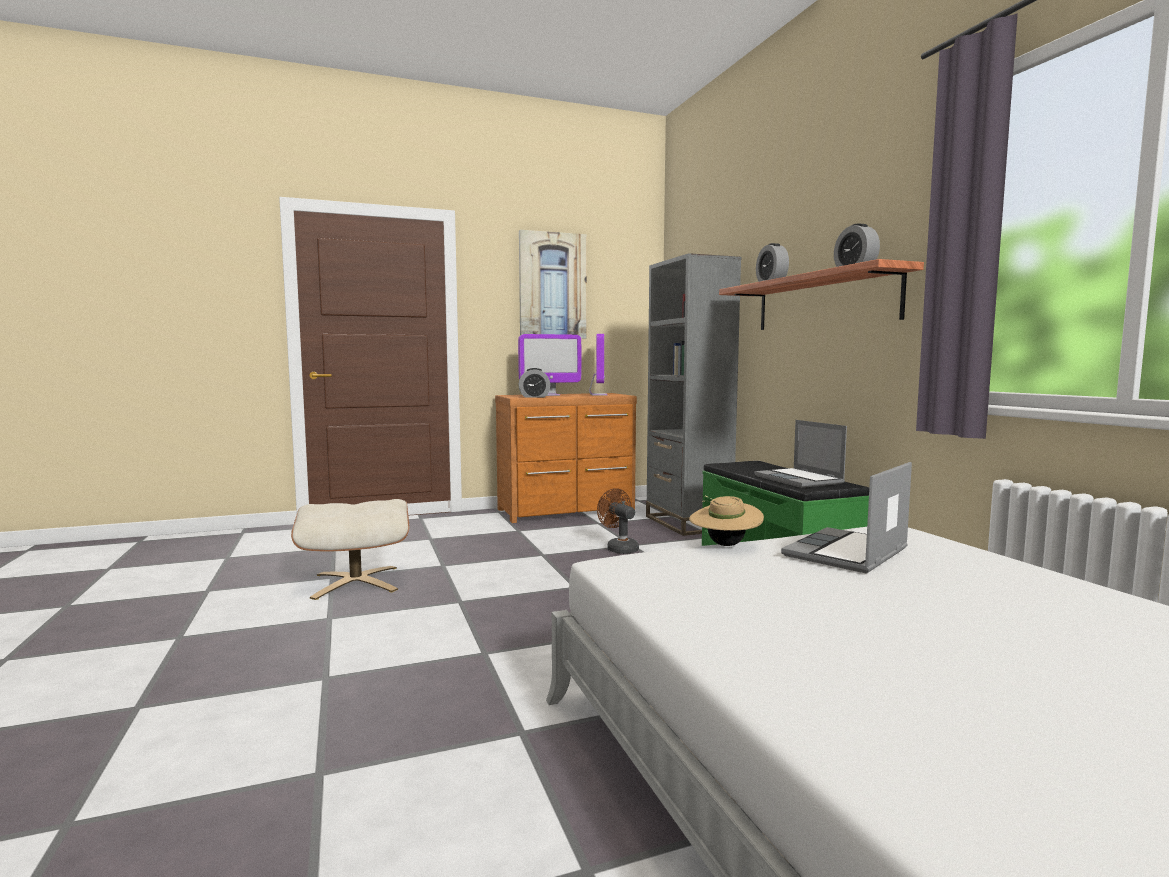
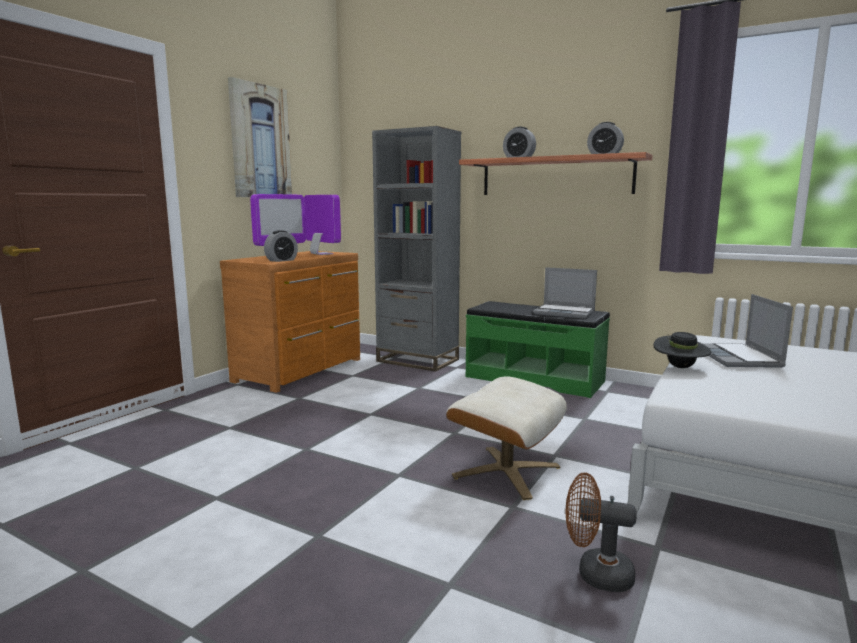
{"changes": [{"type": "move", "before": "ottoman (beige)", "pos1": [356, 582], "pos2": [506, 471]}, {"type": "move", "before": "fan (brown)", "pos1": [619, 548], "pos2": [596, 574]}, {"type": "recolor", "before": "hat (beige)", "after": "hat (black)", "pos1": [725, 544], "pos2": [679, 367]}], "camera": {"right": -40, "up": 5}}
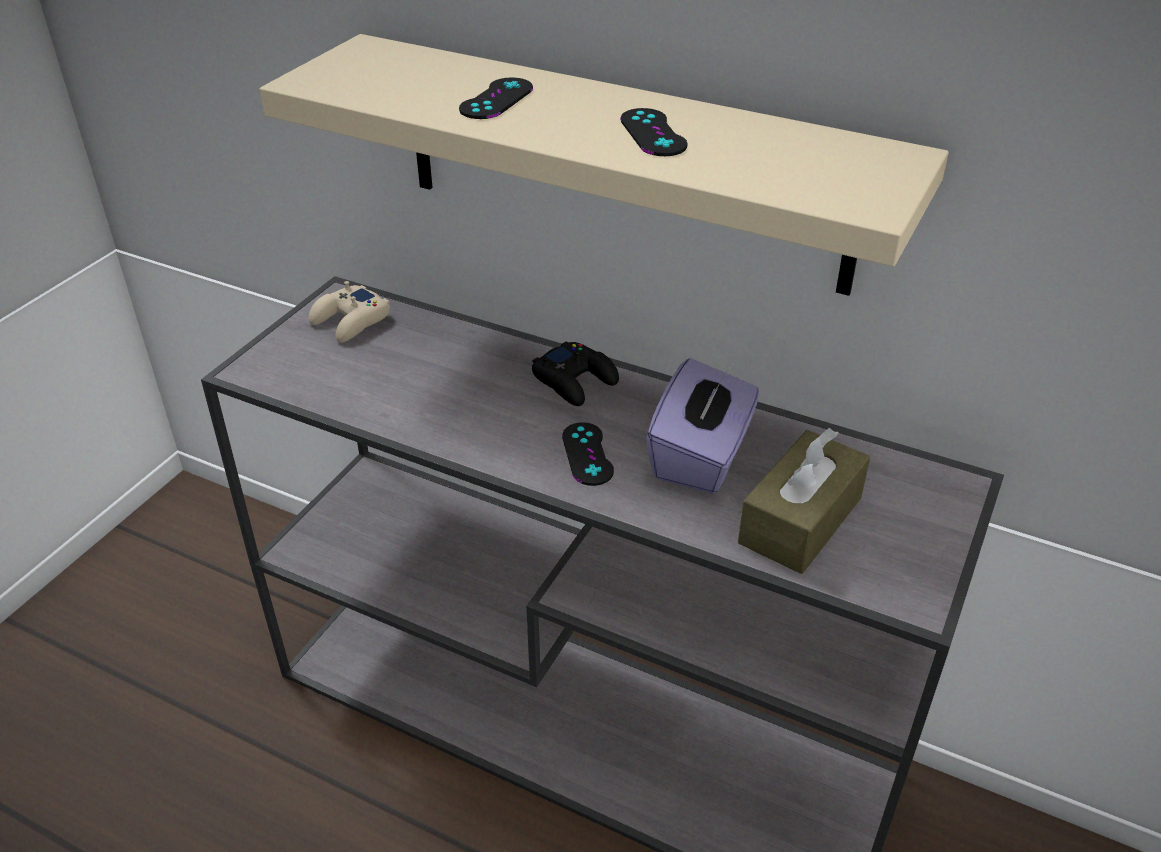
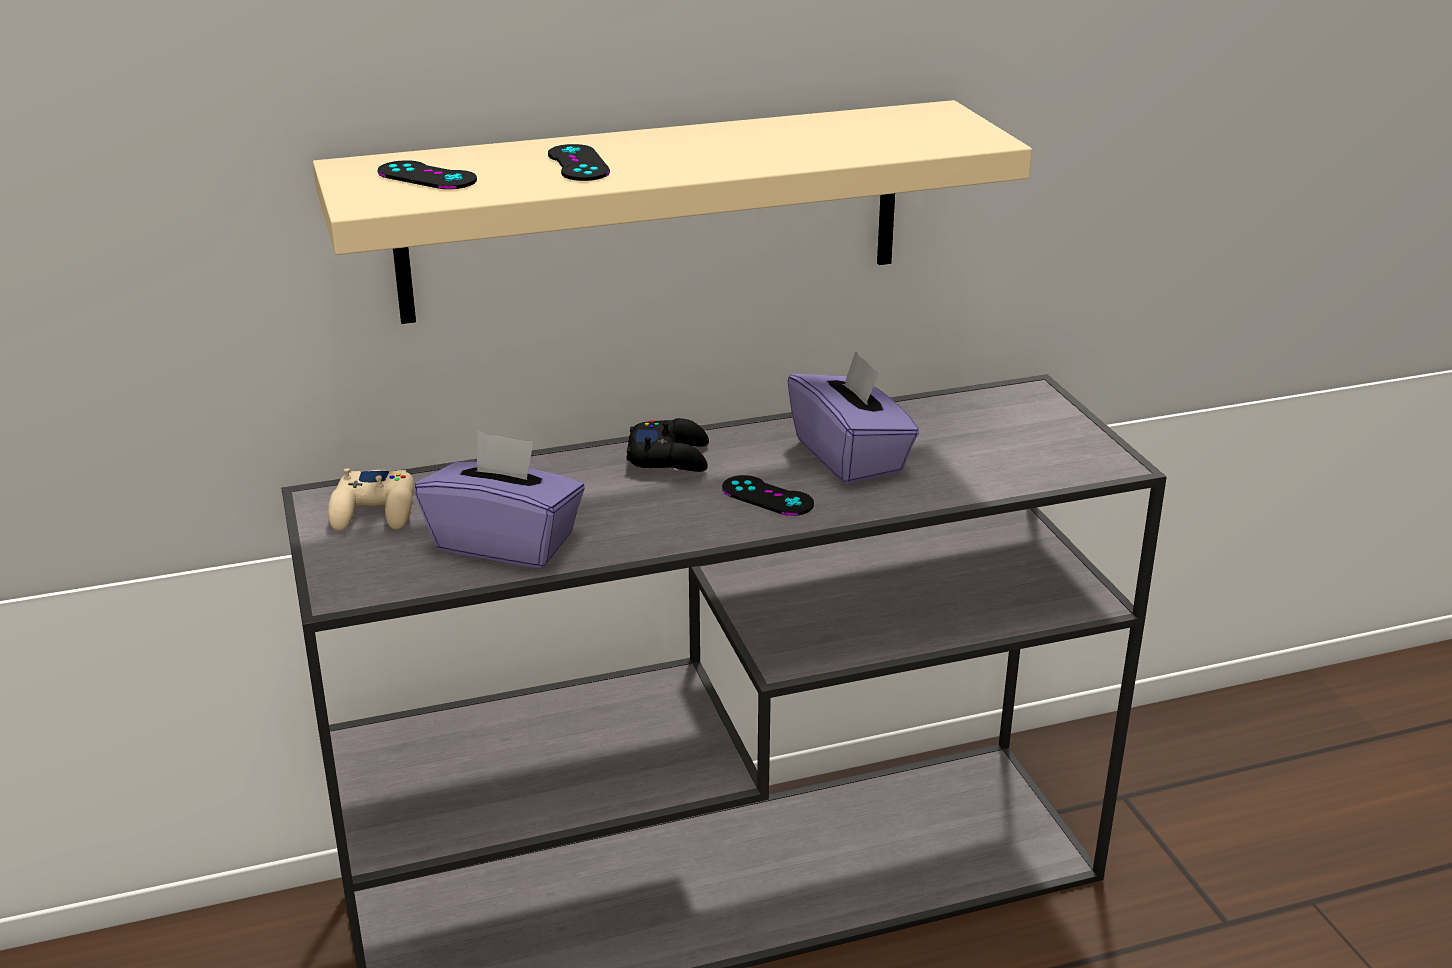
{"changes": [{"type": "move", "before": "game controller (black)", "pos1": [653, 133], "pos2": [427, 176]}, {"type": "delete", "before": "tissue box (brown)", "pos1": [800, 520]}, {"type": "insert", "after": "tissue box (purple)", "pos2": [505, 543]}], "camera": {"right": -45, "up": -10}}
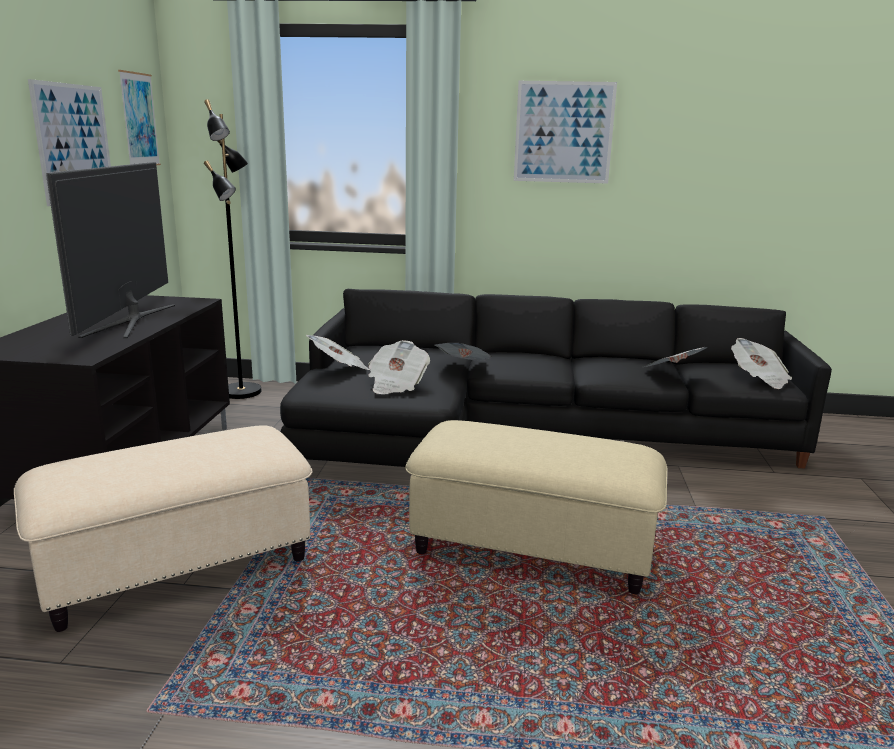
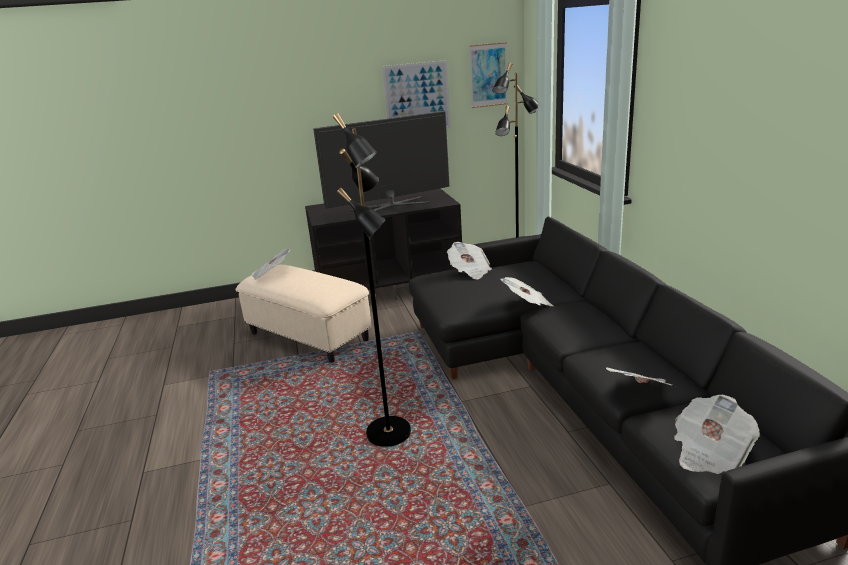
{"changes": [{"type": "move", "before": "newspaper", "pos1": [396, 384], "pos2": [271, 274]}, {"type": "replace", "before": "ottoman (beige)", "after": "floor lamp (black)", "pos1": [530, 549], "pos2": [390, 433]}, {"type": "delete", "before": "picture", "pos1": [563, 132]}], "camera": {"right": 70, "up": 5}}
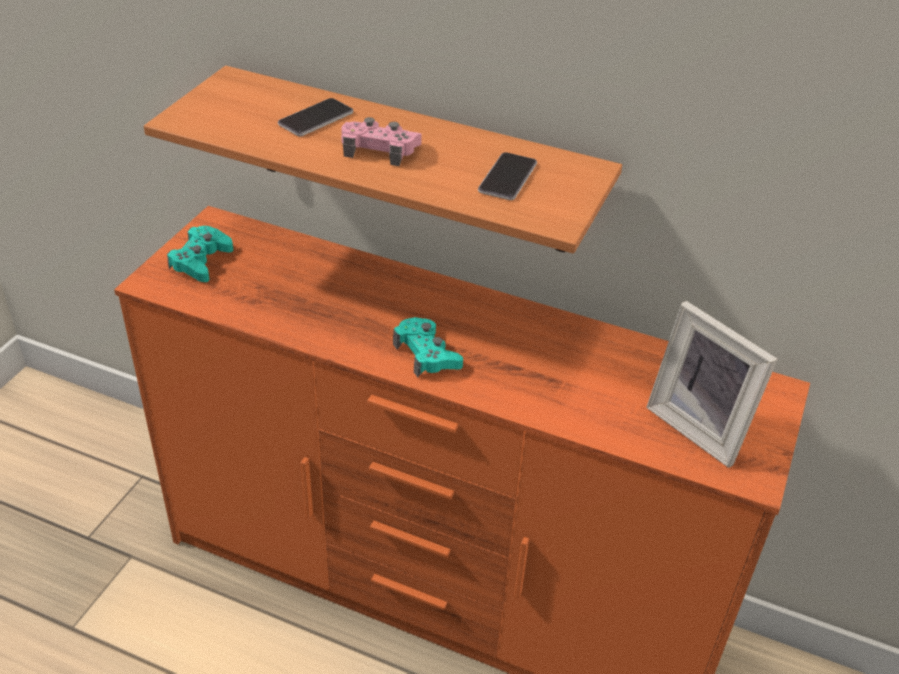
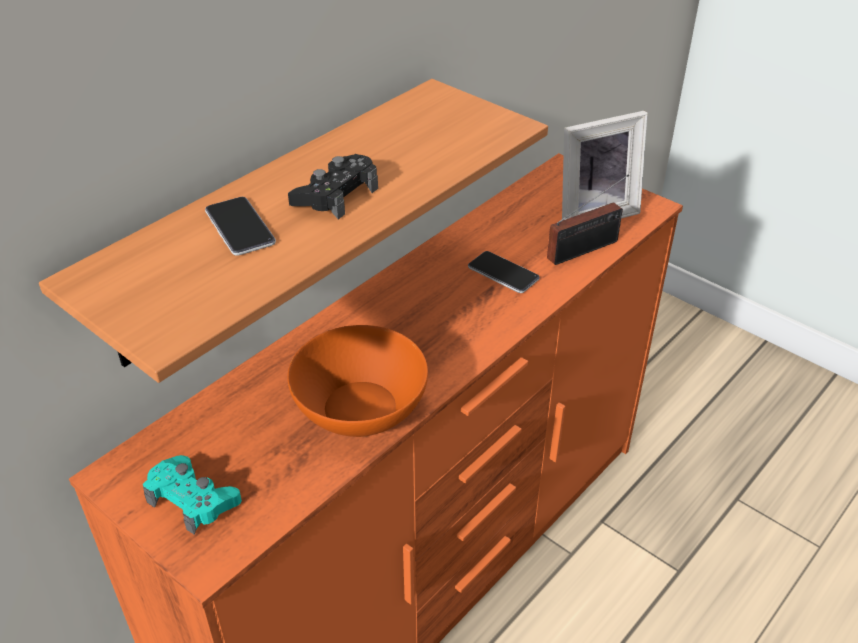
{"changes": [{"type": "recolor", "before": "game controller (pink)", "after": "game controller (black)", "pos1": [380, 149], "pos2": [335, 195]}, {"type": "delete", "before": "game controller (turquoise)", "pos1": [427, 354]}, {"type": "move", "before": "phone", "pos1": [507, 178], "pos2": [503, 273]}, {"type": "insert", "after": "bowl (orange)", "pos2": [360, 408]}, {"type": "insert", "after": "radio", "pos2": [586, 249]}], "camera": {"right": -70, "up": 0}}
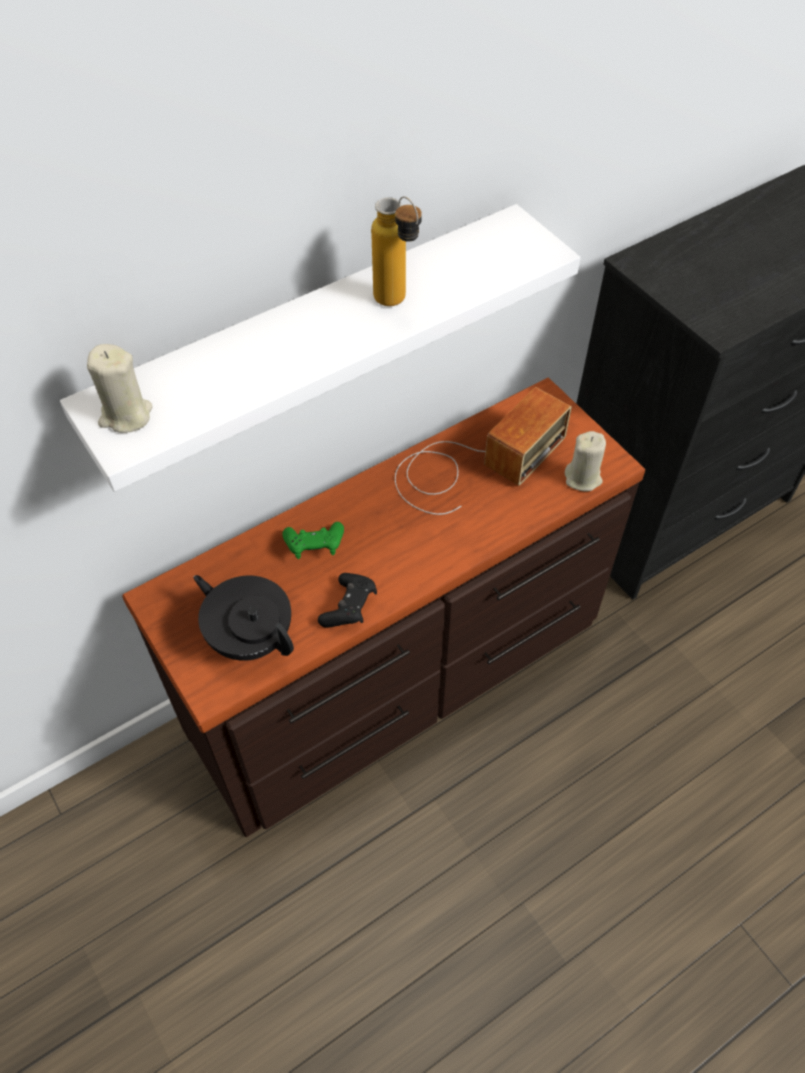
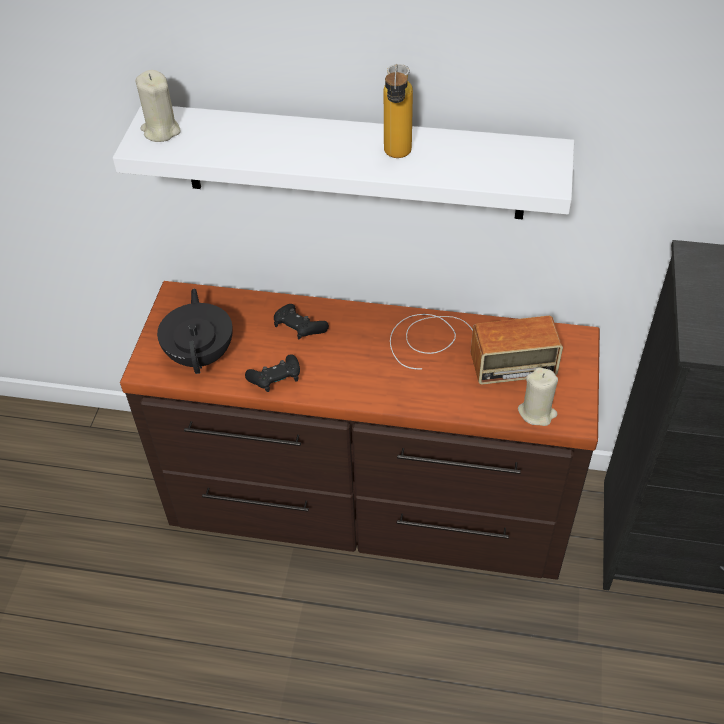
{"changes": [{"type": "recolor", "before": "game controller (green)", "after": "game controller (black)", "pos1": [315, 547], "pos2": [299, 329]}], "camera": {"right": 45, "up": -5}}
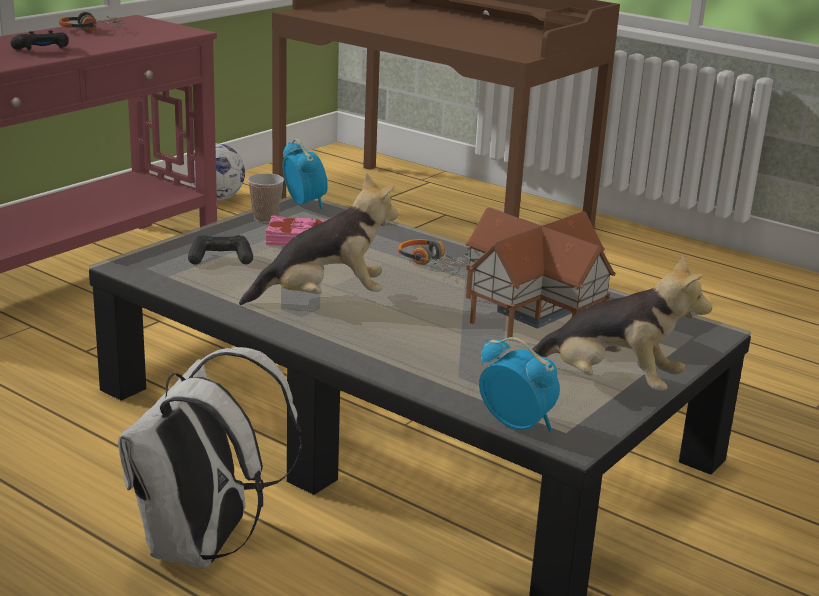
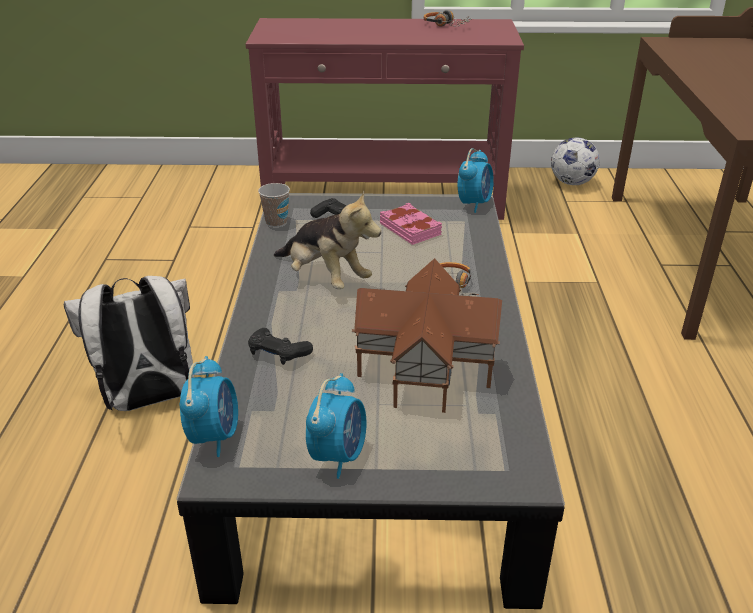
{"changes": [{"type": "move", "before": "game controller (black)", "pos1": [42, 50], "pos2": [278, 353]}, {"type": "move", "before": "cup", "pos1": [266, 218], "pos2": [276, 222]}, {"type": "replace", "before": "plush toy", "after": "alarm clock", "pos1": [609, 383], "pos2": [338, 455]}], "camera": {"right": 55, "up": 10}}
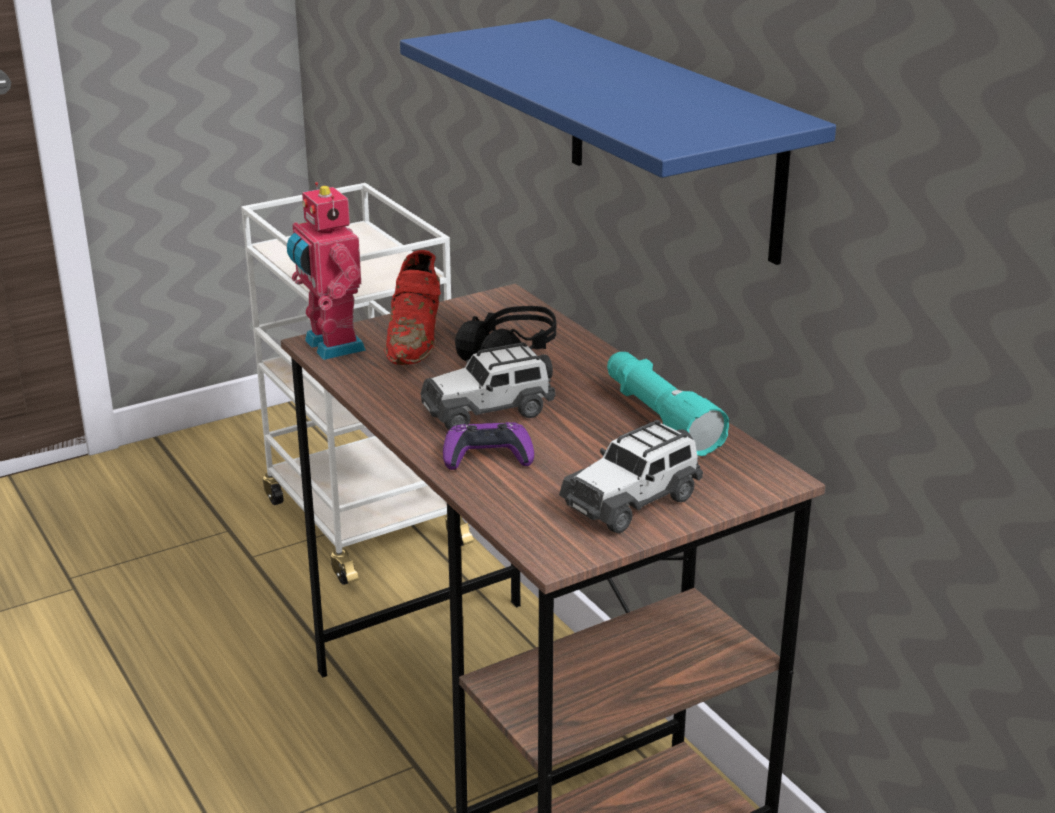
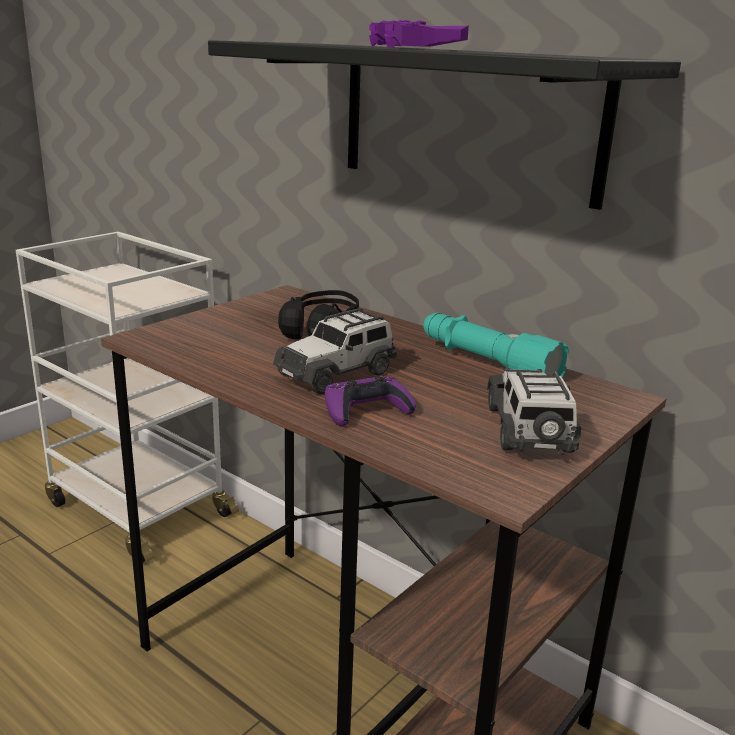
{"changes": [{"type": "delete", "before": "toy robot", "pos1": [330, 346]}, {"type": "delete", "before": "shoe (red)", "pos1": [416, 339]}, {"type": "recolor", "before": "shelf (blue)", "after": "shelf (black)", "pos1": [672, 138], "pos2": [467, 120]}, {"type": "rotate", "before": "toy car", "pos1": [632, 501], "pos2": [529, 431], "turn": 150}, {"type": "insert", "after": "game controller (purple)", "pos2": [413, 47]}], "camera": {"right": -20, "up": -5}}
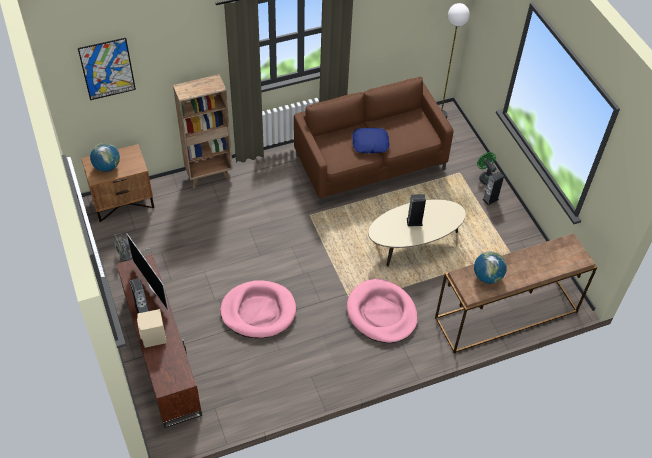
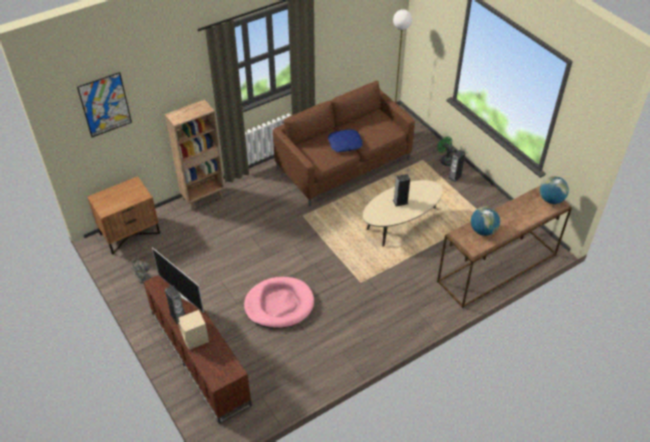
{"changes": [{"type": "move", "before": "globe", "pos1": [107, 167], "pos2": [551, 200]}, {"type": "delete", "before": "dog bed (pink)", "pos1": [381, 313]}], "camera": {"right": -10, "up": -5}}
